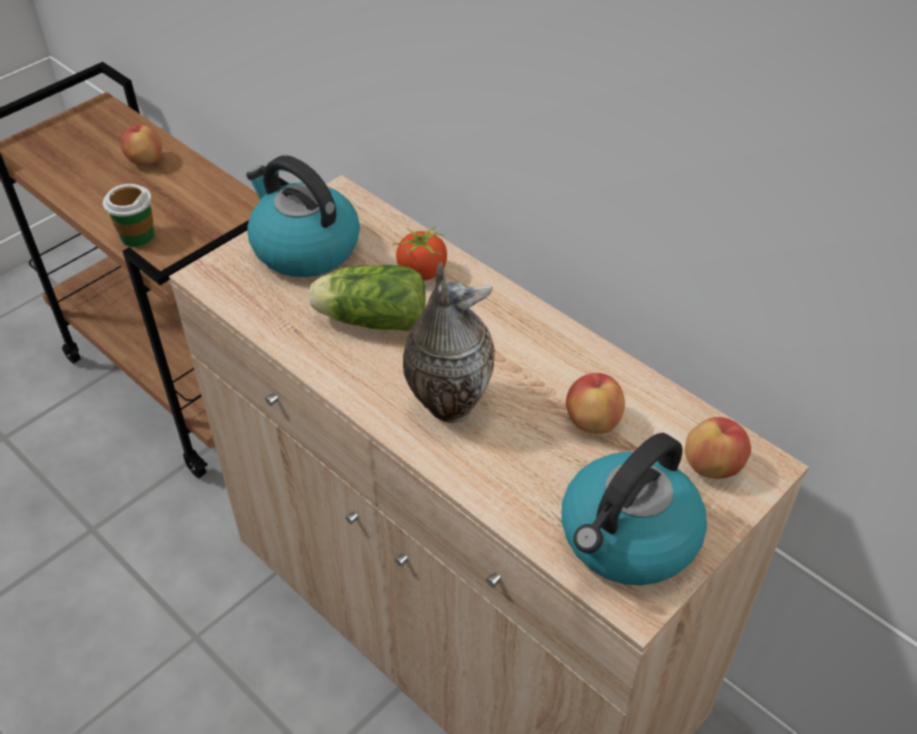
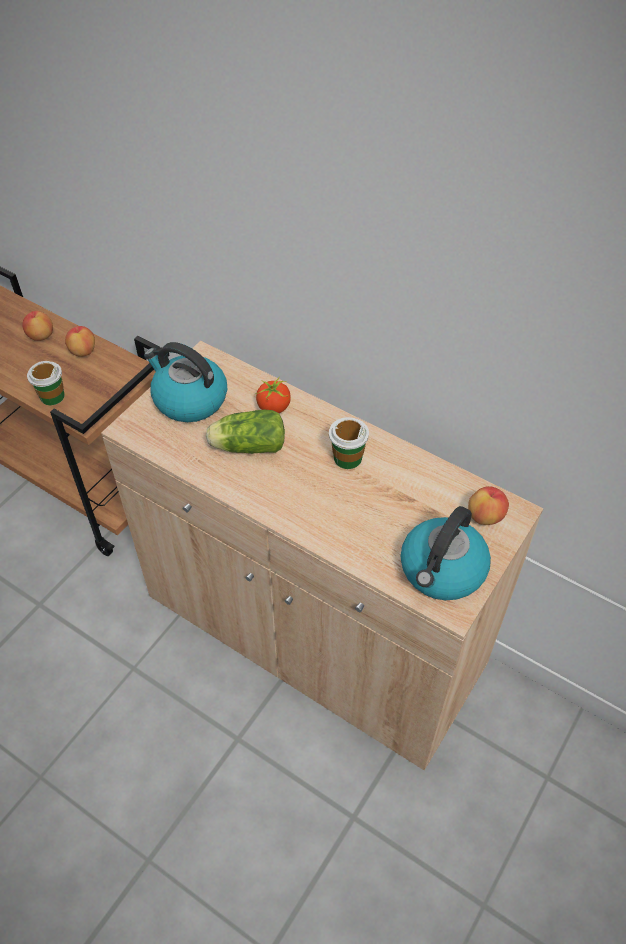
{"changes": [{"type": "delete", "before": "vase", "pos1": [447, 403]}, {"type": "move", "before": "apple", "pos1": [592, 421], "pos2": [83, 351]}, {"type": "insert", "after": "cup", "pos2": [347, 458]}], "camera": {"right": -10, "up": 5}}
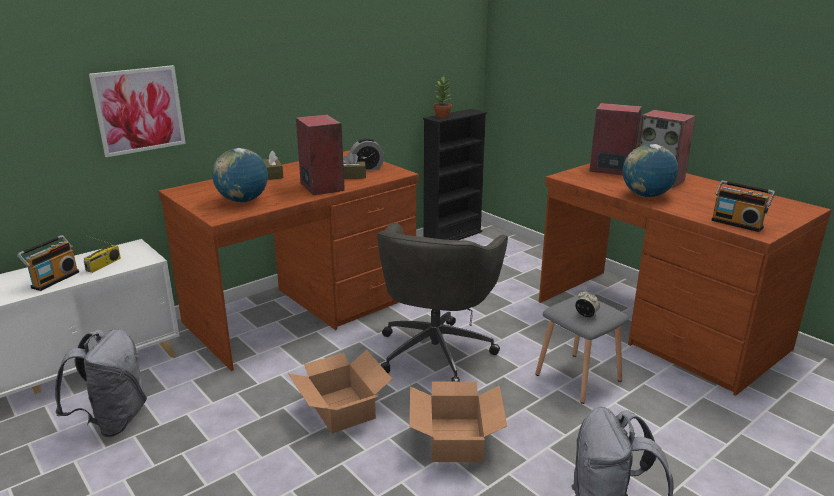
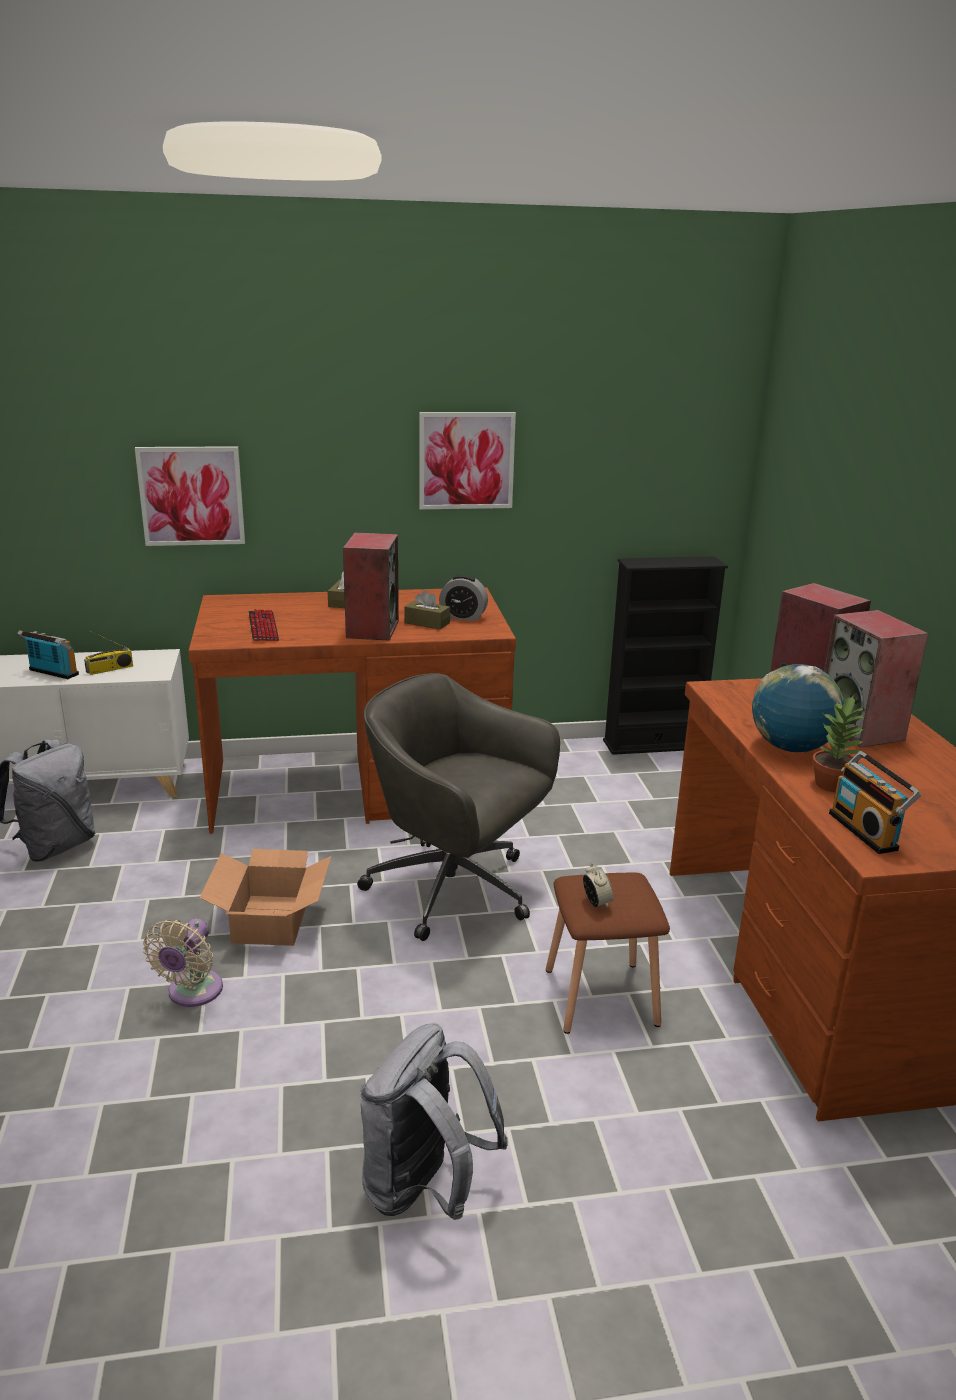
{"changes": [{"type": "rotate", "before": "radio", "pos1": [54, 279], "pos2": [51, 673], "turn": -120}, {"type": "replace", "before": "globe", "after": "keyboard", "pos1": [243, 201], "pos2": [263, 627]}, {"type": "rotate", "before": "office chair (grey)", "pos1": [436, 350], "pos2": [455, 891], "turn": 75}, {"type": "delete", "before": "cardboard box", "pos1": [456, 439]}, {"type": "move", "before": "potted plant", "pos1": [442, 116], "pos2": [833, 784]}, {"type": "recolor", "before": "stool (grey)", "after": "stool (brown)", "pos1": [576, 377], "pos2": [599, 995]}, {"type": "insert", "after": "fan (beige)", "pos2": [192, 993]}, {"type": "insert", "after": "picture", "pos2": [466, 460]}], "camera": {"right": 30, "up": 0}}
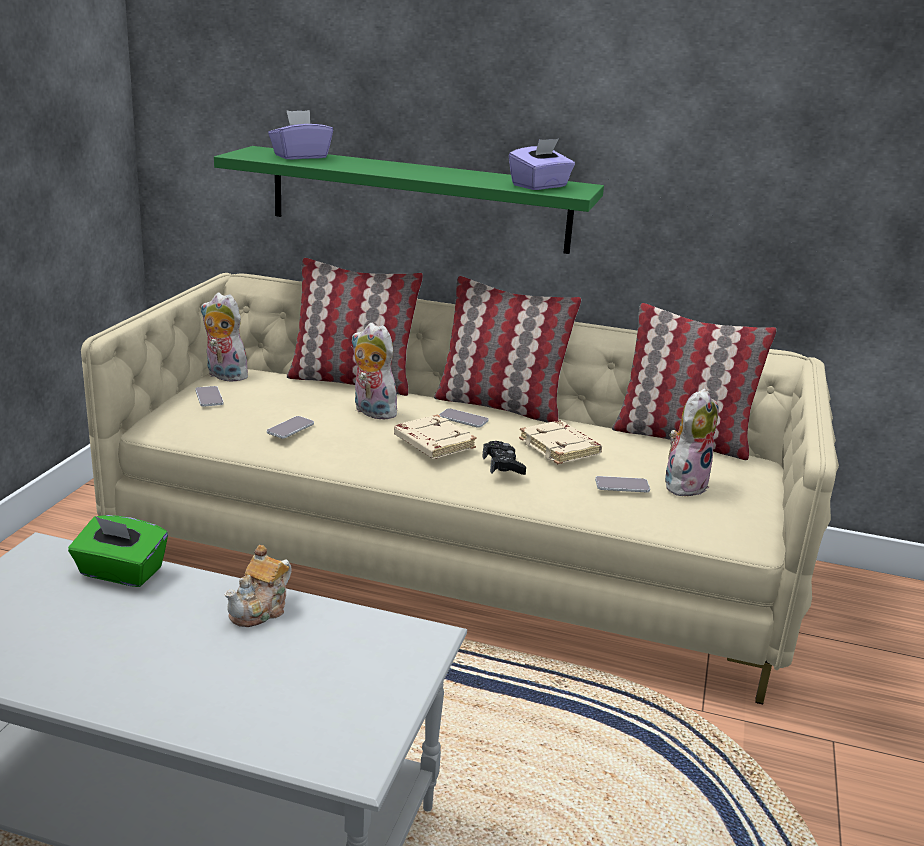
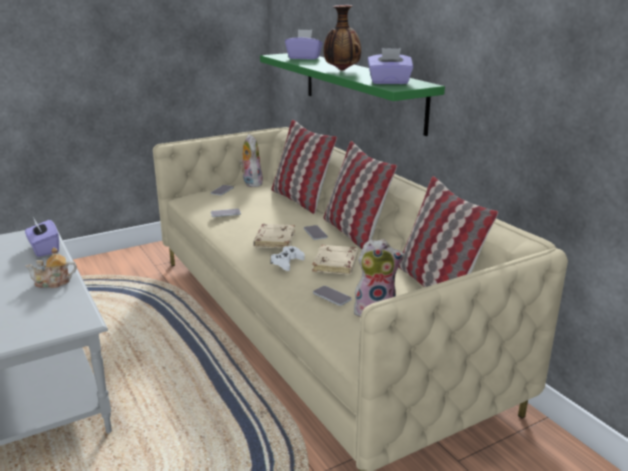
{"changes": [{"type": "recolor", "before": "tissue box (green)", "after": "tissue box (purple)", "pos1": [120, 573], "pos2": [44, 249]}, {"type": "delete", "before": "plush toy", "pos1": [371, 412]}, {"type": "recolor", "before": "game controller (black)", "after": "game controller (white)", "pos1": [503, 465], "pos2": [287, 262]}, {"type": "insert", "after": "vase", "pos2": [341, 70]}], "camera": {"right": 45, "up": 0}}
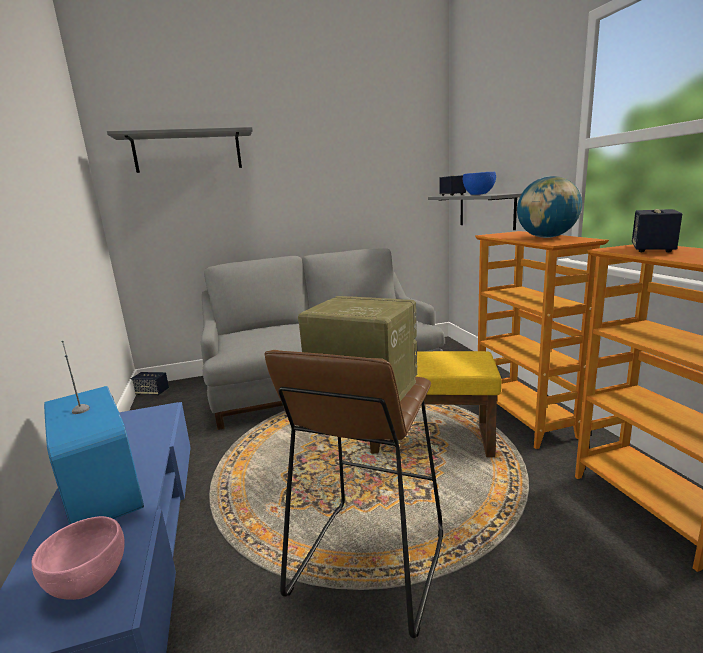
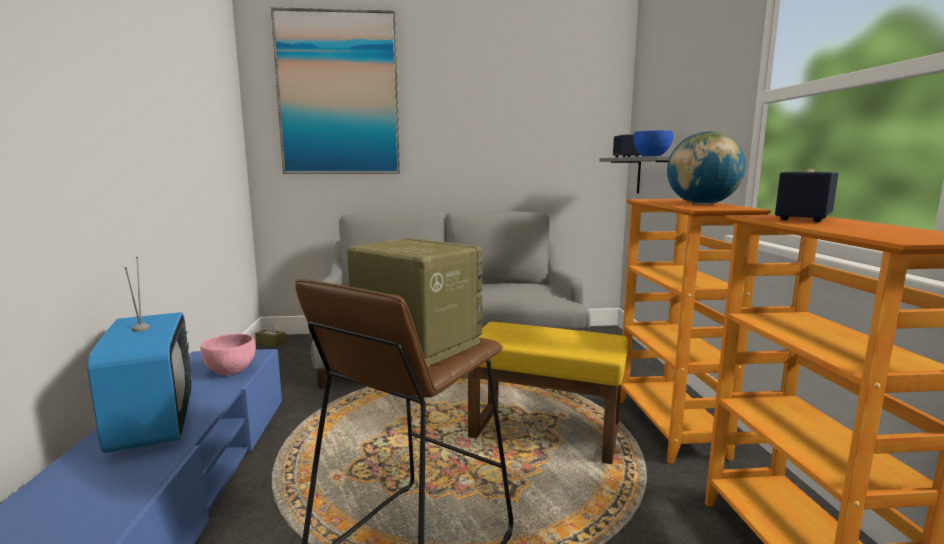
{"changes": [{"type": "move", "before": "bowl (pink)", "pos1": [89, 583], "pos2": [230, 372]}, {"type": "replace", "before": "shelf (grey)", "after": "picture", "pos1": [187, 152], "pos2": [338, 94]}, {"type": "replace", "before": "speaker", "after": "tissue box (brown)", "pos1": [151, 392], "pos2": [271, 343]}], "camera": {"right": 10, "up": -5}}
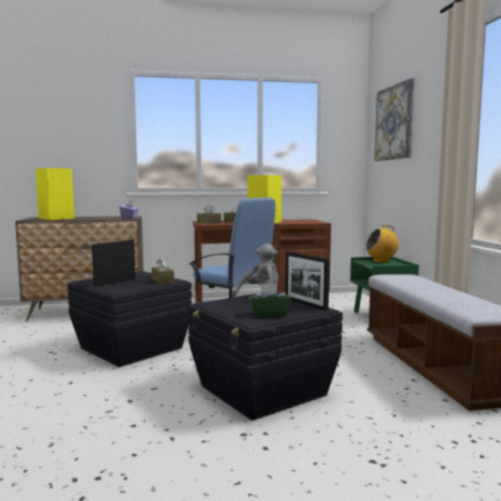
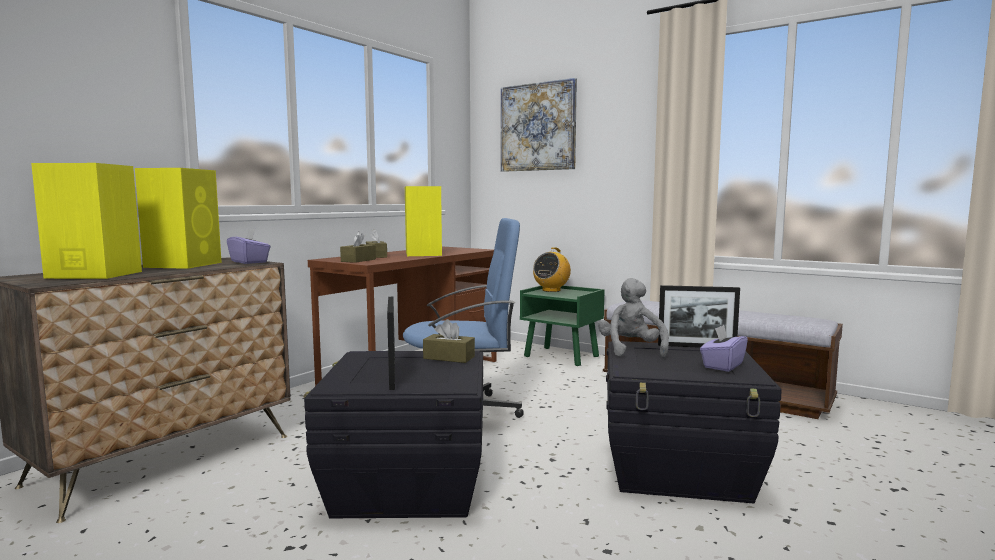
{"changes": [{"type": "recolor", "before": "tissue box (green)", "after": "tissue box (purple)", "pos1": [269, 314], "pos2": [722, 365]}, {"type": "insert", "after": "speaker (yellow)", "pos2": [184, 264]}], "camera": {"right": -45, "up": 0}}
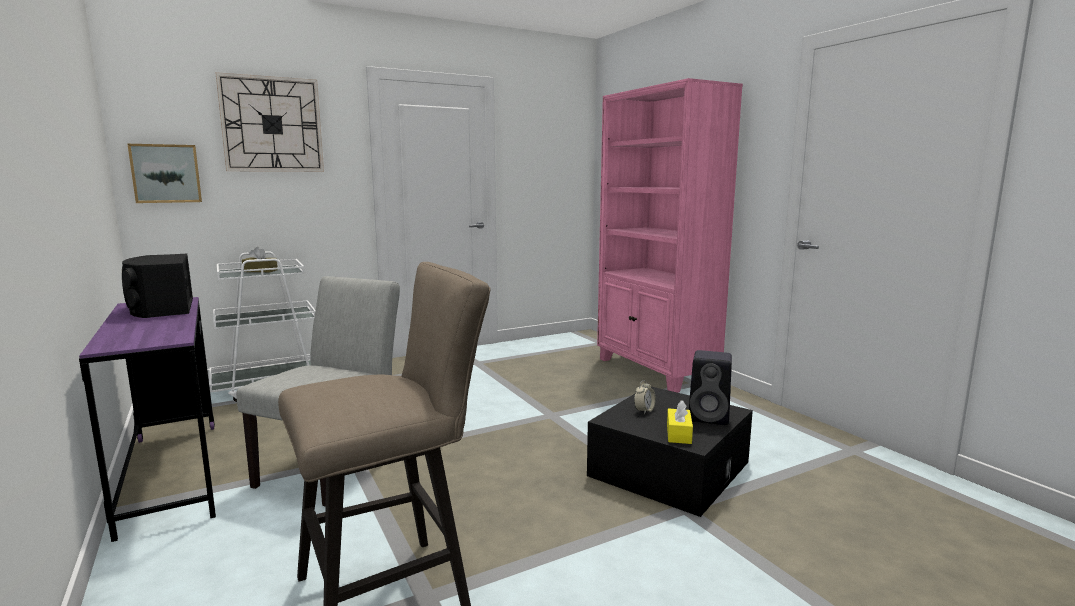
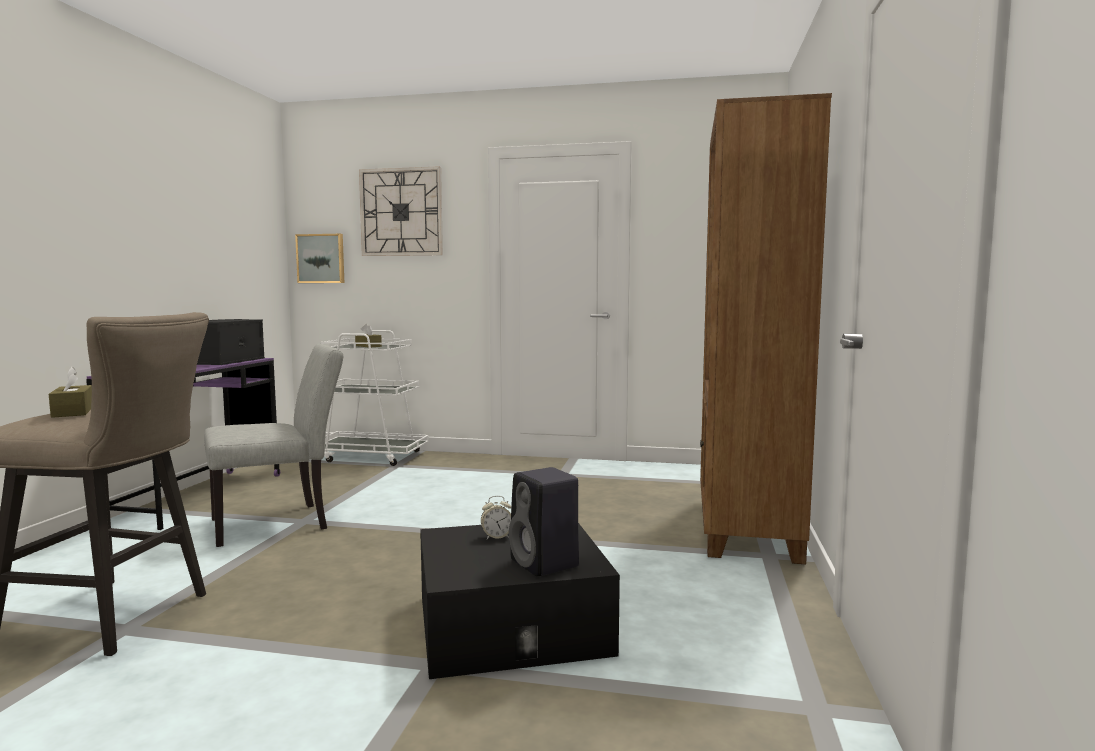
{"changes": [{"type": "recolor", "before": "bookcase (pink)", "after": "bookcase (brown)", "pos1": [655, 371], "pos2": [745, 528]}, {"type": "delete", "before": "tissue box (yellow)", "pos1": [678, 434]}, {"type": "insert", "after": "tissue box (brown)", "pos2": [73, 412]}], "camera": {"right": 40, "up": -5}}
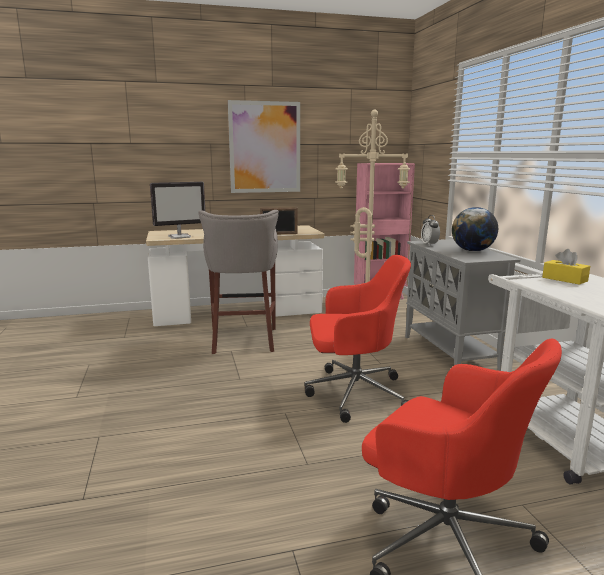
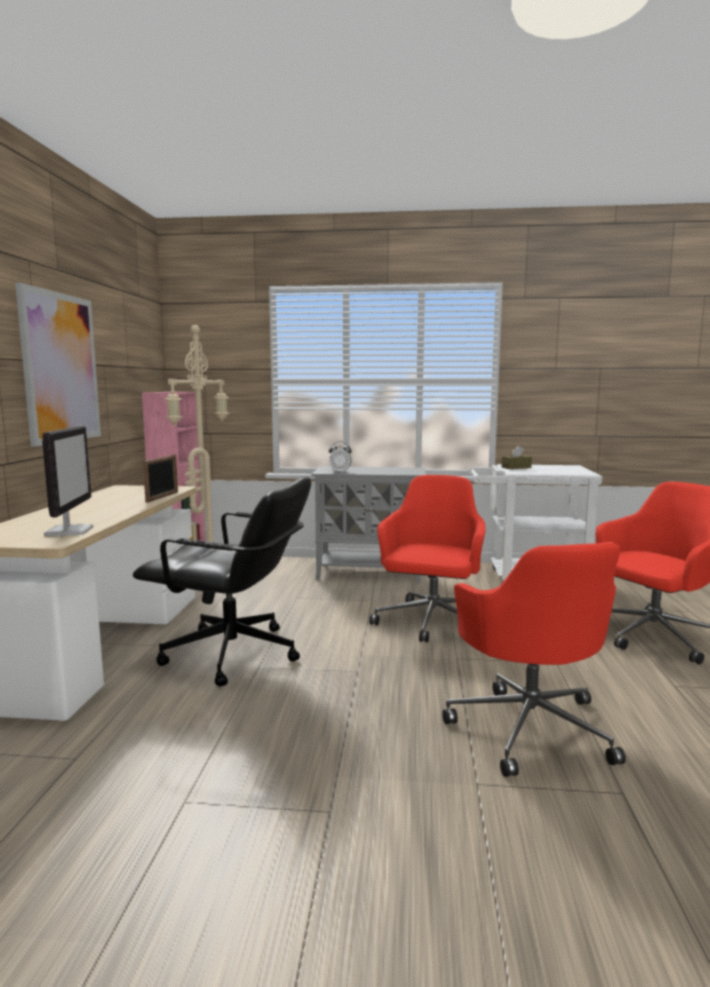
{"changes": [{"type": "replace", "before": "stool (grey)", "after": "office chair (black)", "pos1": [243, 341], "pos2": [233, 655]}, {"type": "delete", "before": "globe", "pos1": [472, 251]}, {"type": "recolor", "before": "tissue box (yellow)", "after": "tissue box (brown)", "pos1": [564, 279], "pos2": [516, 467]}, {"type": "insert", "after": "office chair (red)", "pos2": [530, 726]}], "camera": {"right": -70, "up": -5}}
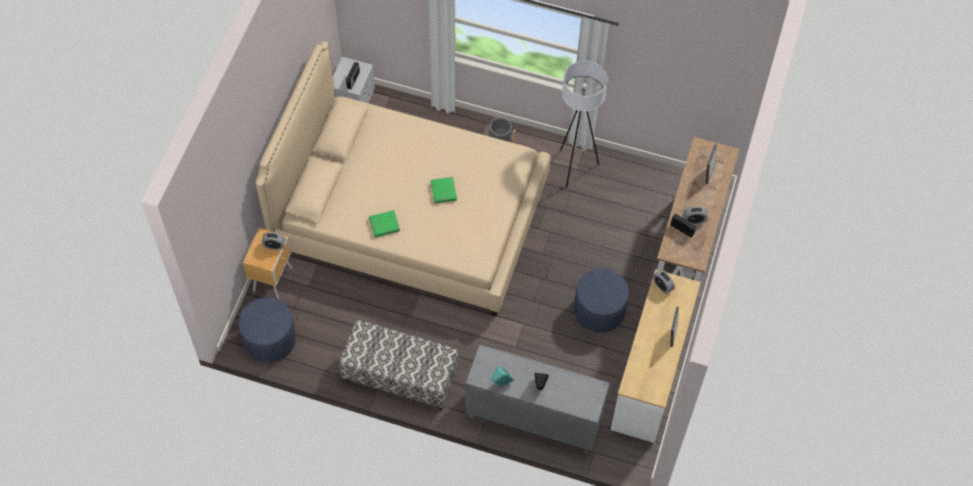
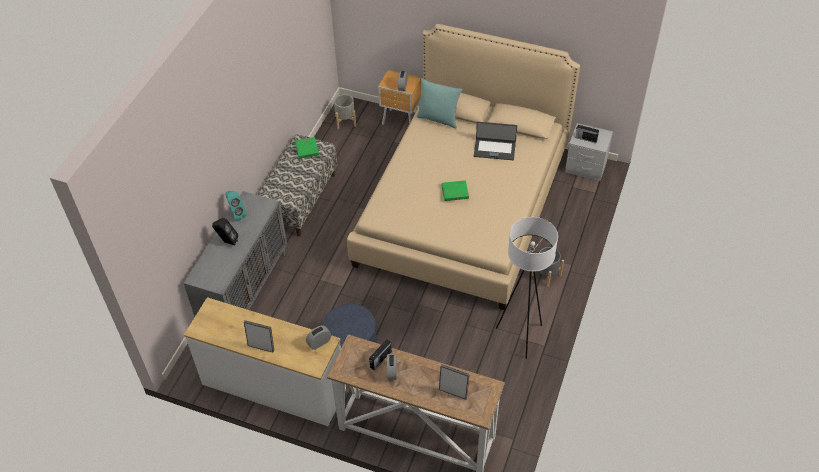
{"changes": [{"type": "replace", "before": "ottoman (blue)", "after": "planter (grey)", "pos1": [270, 339], "pos2": [345, 121]}, {"type": "move", "before": "book (green)", "pos1": [384, 225], "pos2": [307, 149]}, {"type": "insert", "after": "pillow (turquoise)", "pos2": [438, 118]}, {"type": "insert", "after": "laptop", "pos2": [494, 149]}], "camera": {"right": 95, "up": -10}}
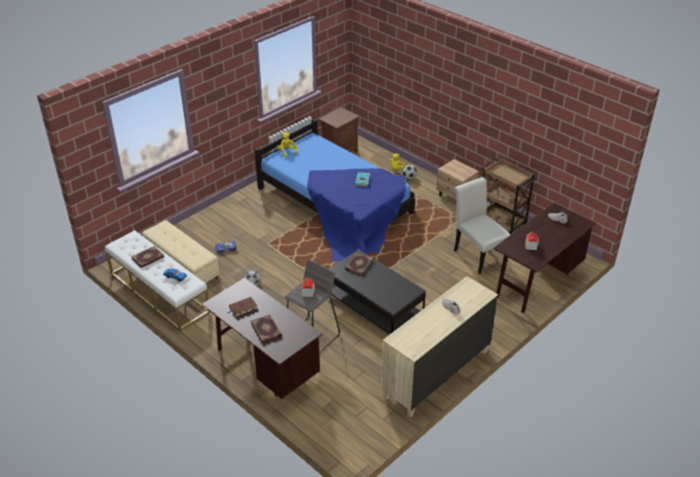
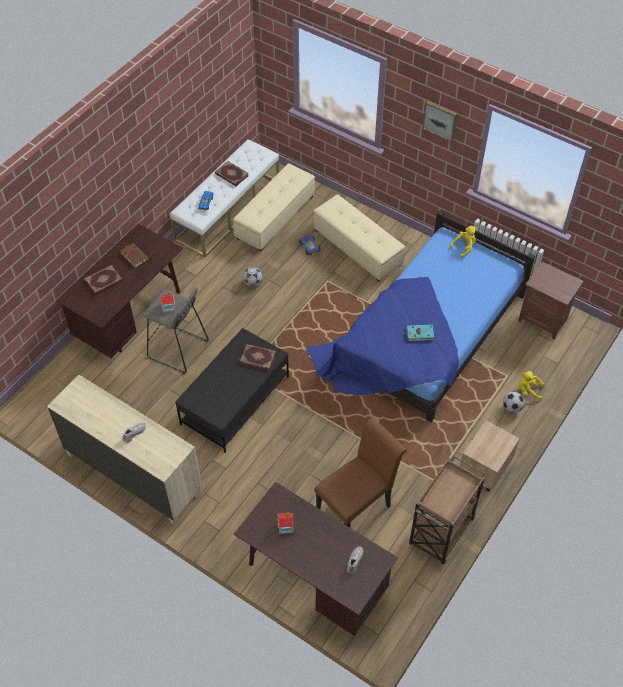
{"changes": [{"type": "recolor", "before": "chair (white)", "after": "chair (brown)", "pos1": [477, 254], "pos2": [357, 504]}, {"type": "insert", "after": "ottoman (beige)", "pos2": [357, 248]}, {"type": "insert", "after": "picture", "pos2": [440, 120]}], "camera": {"right": 80, "up": 15}}
